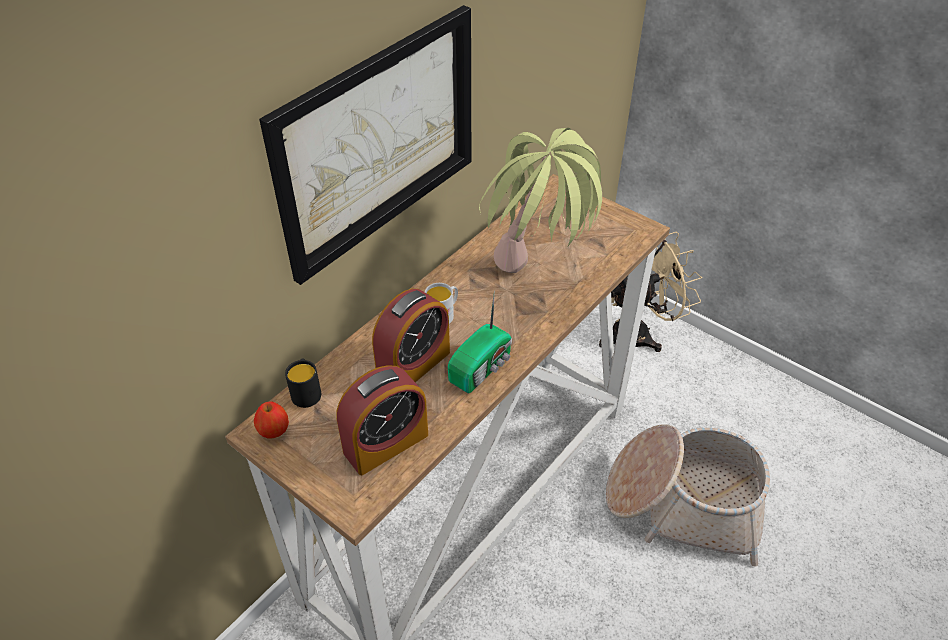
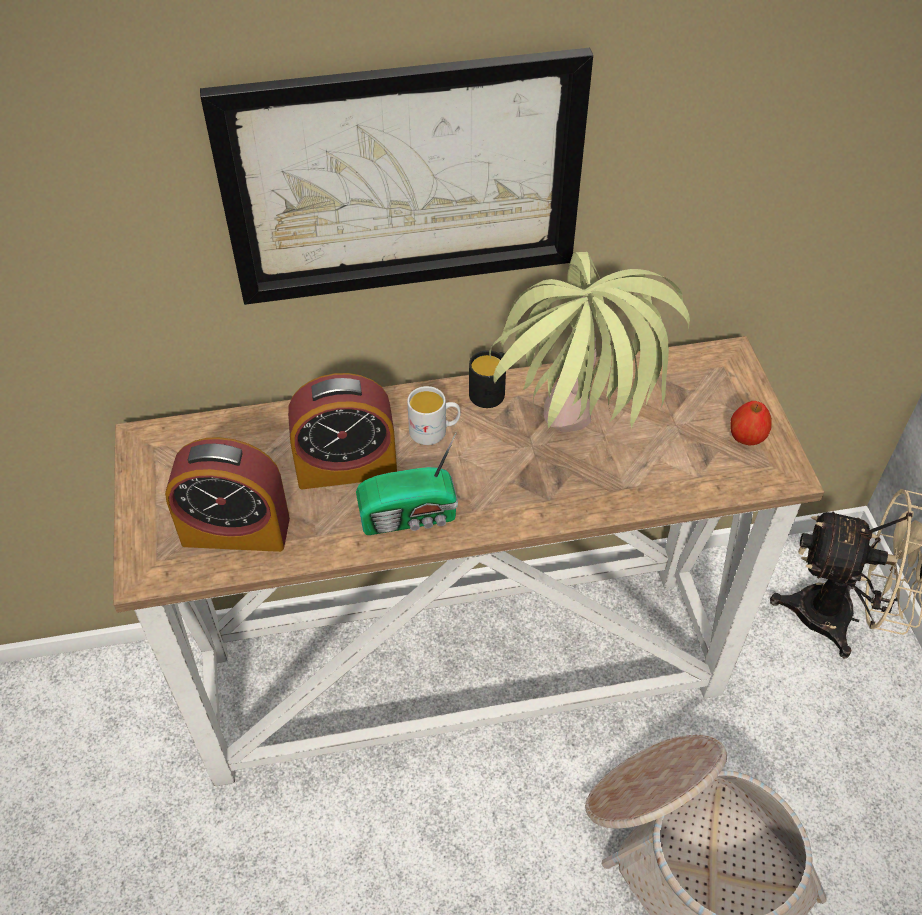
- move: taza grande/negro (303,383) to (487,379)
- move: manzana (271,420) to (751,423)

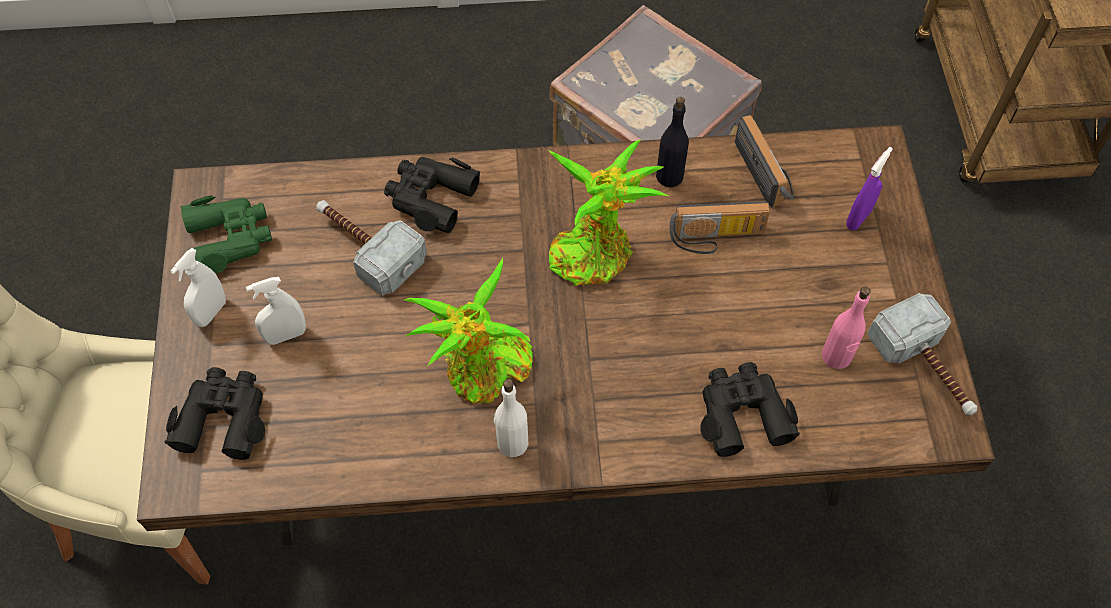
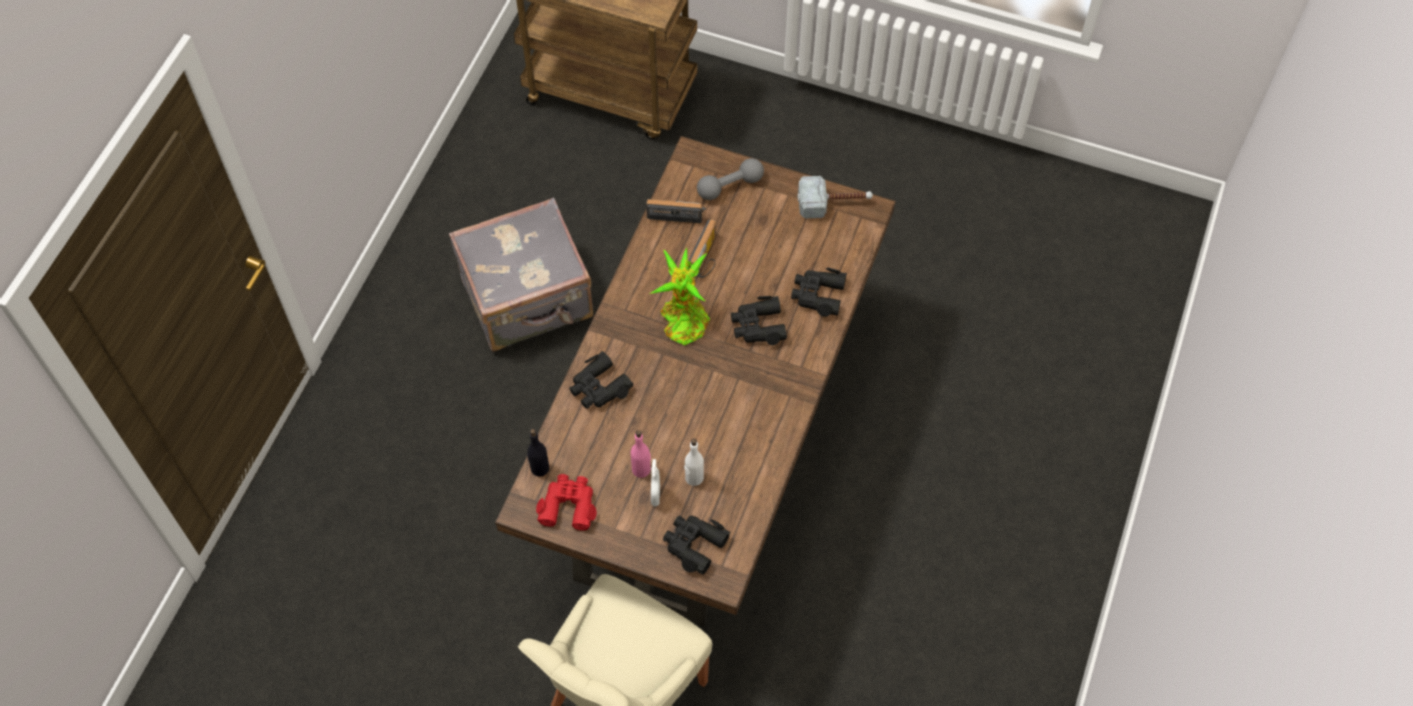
- move: botella/negro (672,142) to (538,453)
- recolor: prismáticos/verde (226,234) to prismáticos/rojo (566,502)
- move: botella/rosa (846,327) to (641,454)
- move: botella/blanco (511,418) to (694,462)
- replace: pulverizador/morado (869,188) to mancuerna/gris (730,179)
- insert: prismáticos/negro (759,320)
- delete: pulverizador/blanco (198,287)
- delete: martillo (371,247)
- delete: planta en maceta (468,331)

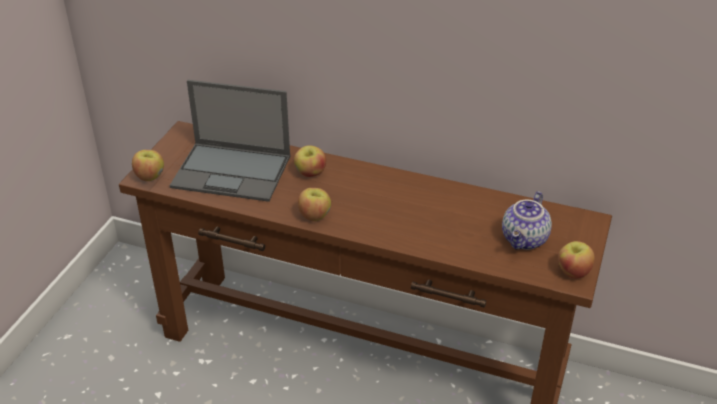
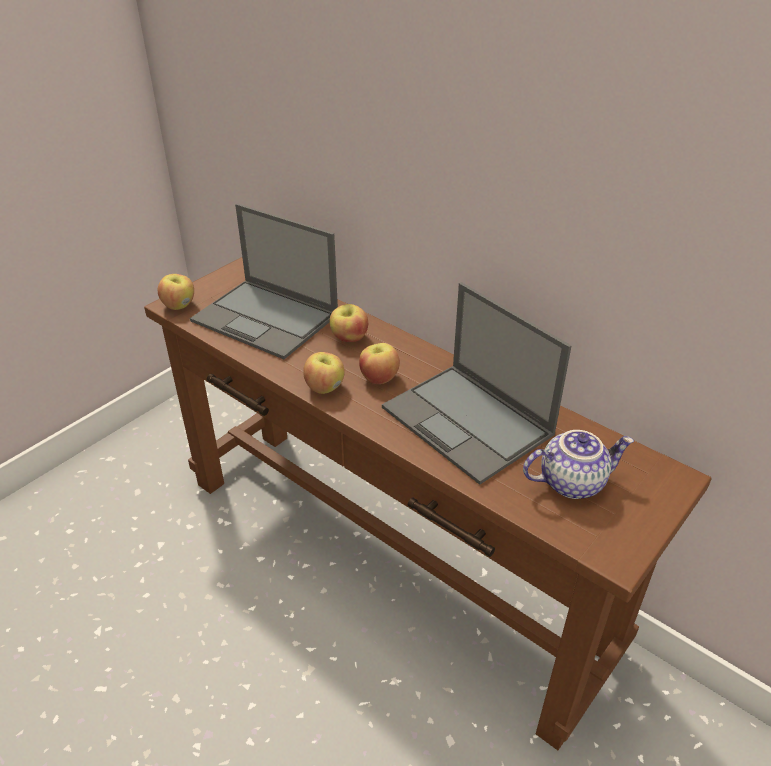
- move: manzana (576,260) to (379,363)
- insert: portátil (477,383)
- rotate: tetera (527,220) = (578,464) 150 degrees counterclockwise

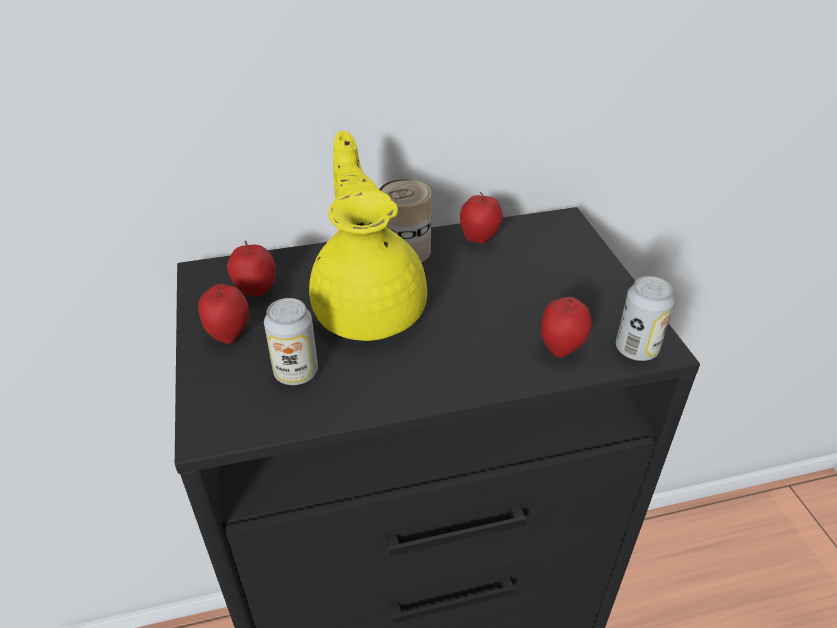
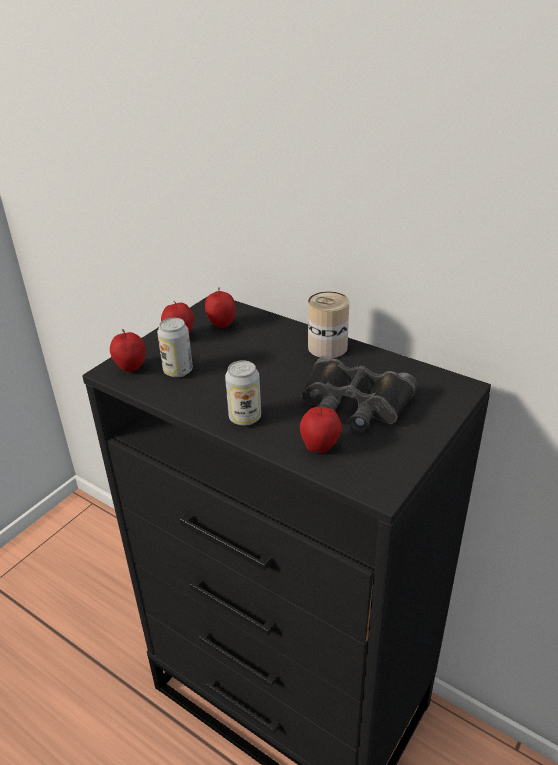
- move: manzana (481,218) to (128,350)
- move: lata (645,318) to (243,393)
- insert: prismáticos/negro (359,394)
- delete: tetera/amarillo (368,236)

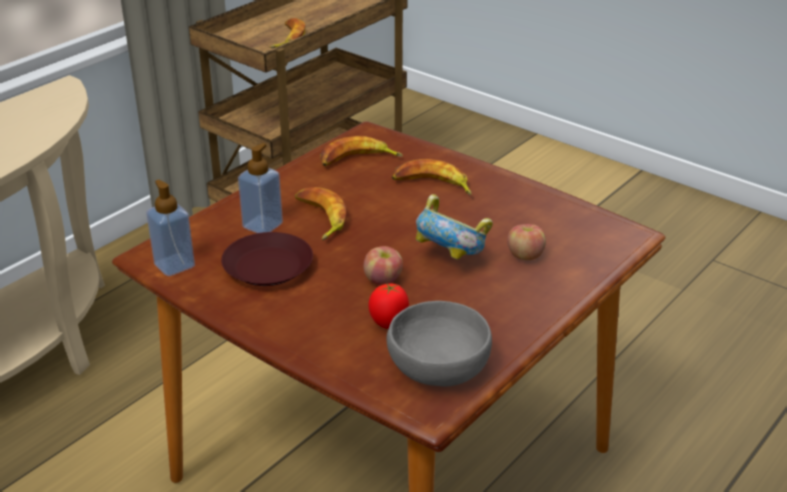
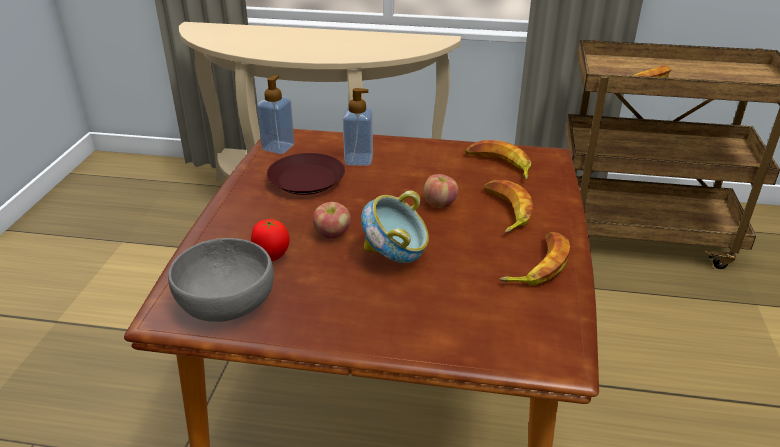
- move: manzana (526,242) to (441,191)
- move: plátano (320,213) to (534,258)

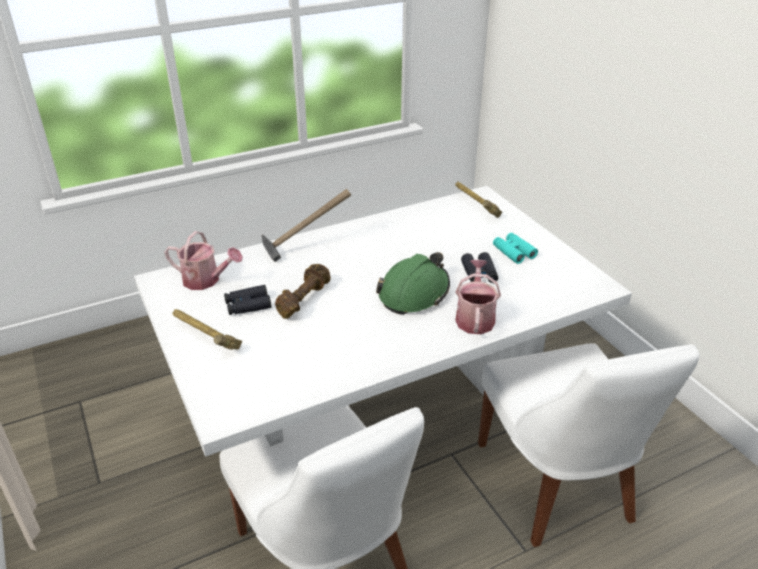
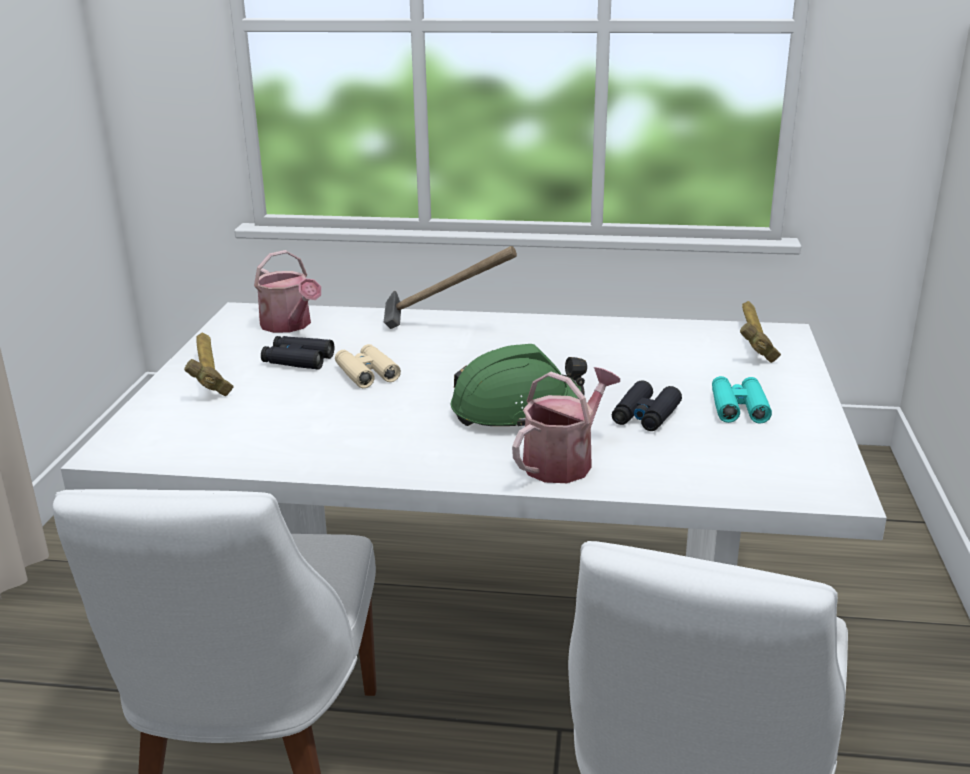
- replace: mancuerna/marrón (303,291) to prismáticos/beis (368,366)

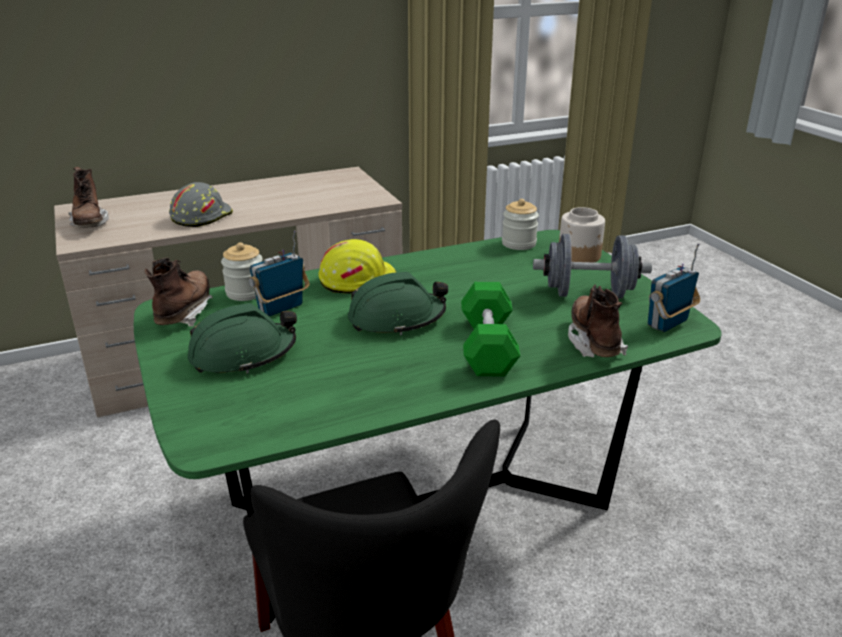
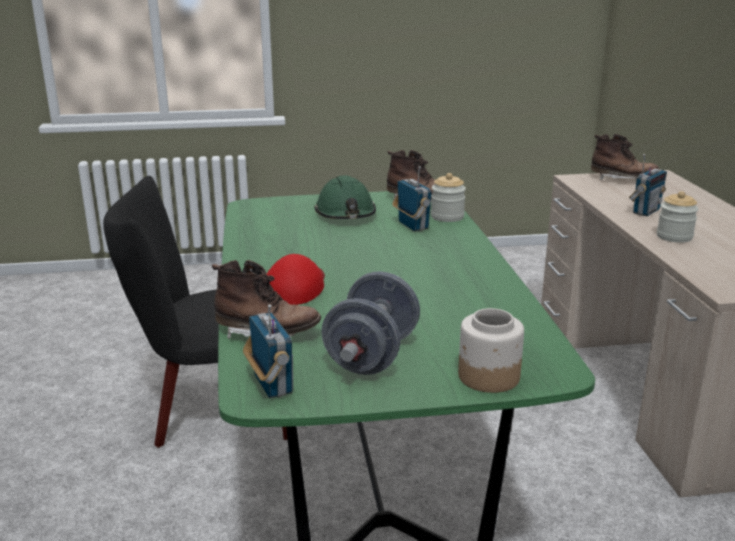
- replace: mancuerna/verde (490,329) to gorra/rojo (296,279)
- rotate: bota/marrón (89,197) = (625,157) 150 degrees counterclockwise
- replace: casco/gris (201,204) to radio (648,185)
- move: tarro (520,224) to (677,217)
- delete: casco/amarillo (357,266)
- delete: casco/verde (398,303)

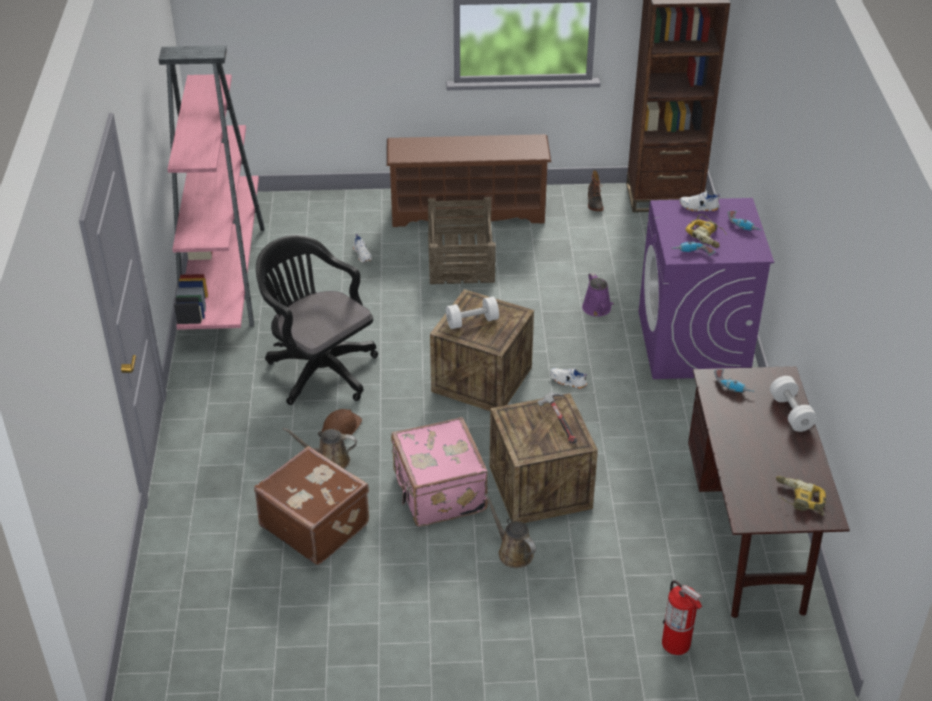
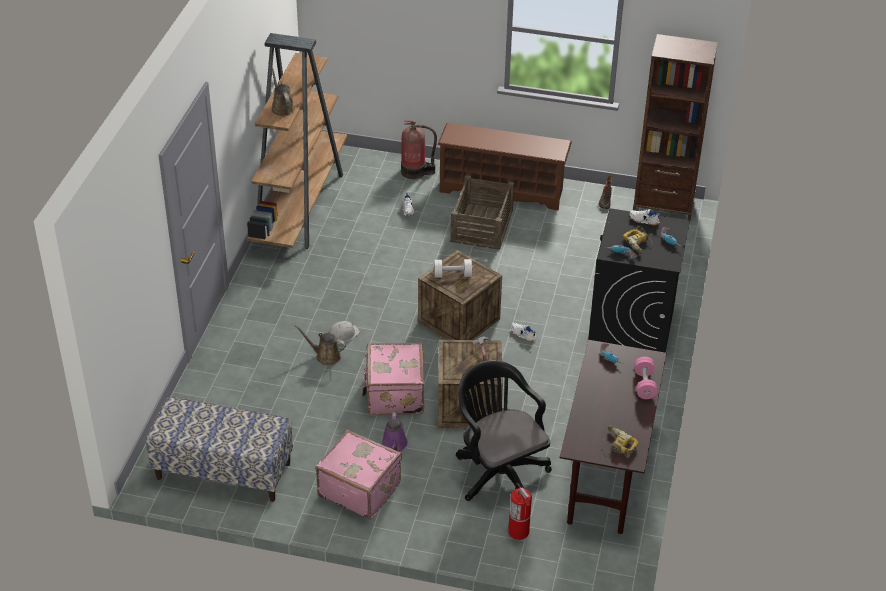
- insert: banco (219,449)
- recolor: estantería/rosa (212,187) to estantería/marrón (297,141)
- move: regadera/marrón (510,531) to (283,91)
- insert: maleta/rosa (359,474)
- recolor: casco/marrón (342,424) to casco/blanco (344,332)
- move: regadera/morado (598,294) to (395,432)
- insert: extintor (419,149)
- move: silla de oficina/negro (317,320) to (504,430)
- recolor: lavadora/morado (706,288) to lavadora/negro (639,280)
- recolor: mancuerna/blanco (793,404) to mancuerna/rosa (645,378)
- delete: maleta/marrón (311,505)

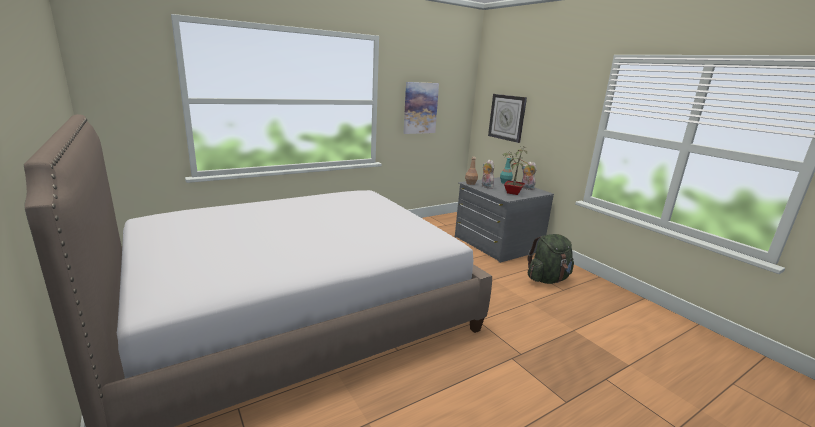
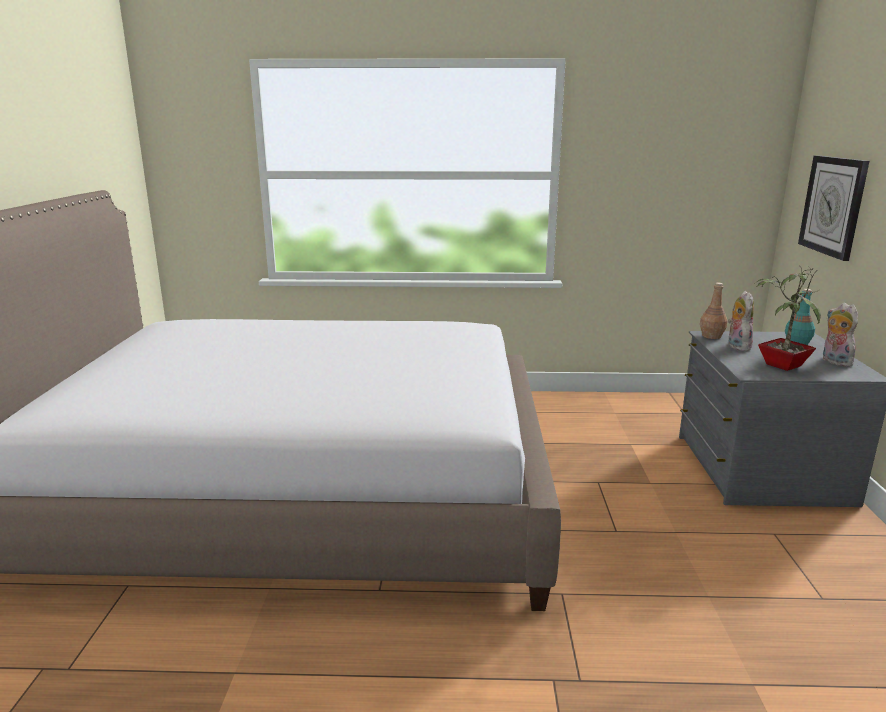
- delete: cuadro (421,108)
- delete: mochila/verde (550,259)

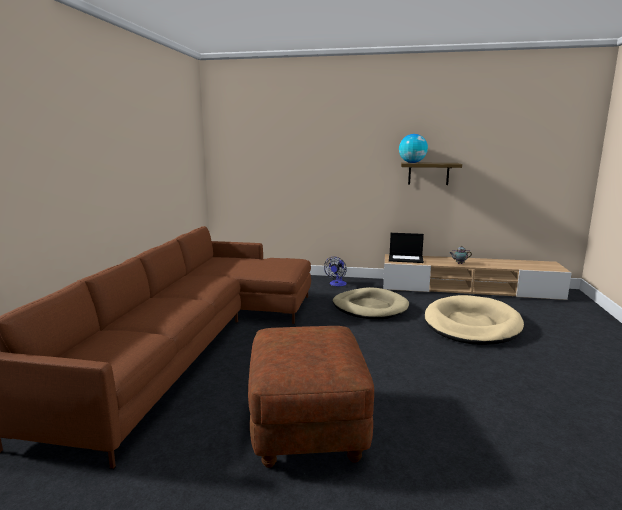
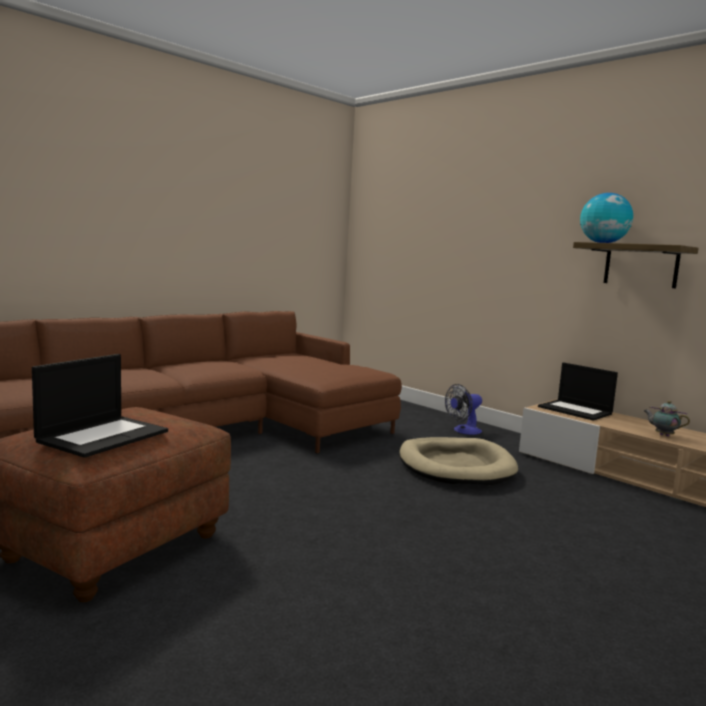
- insert: portátil (100,406)
- delete: cama para perro/beis (474,320)

